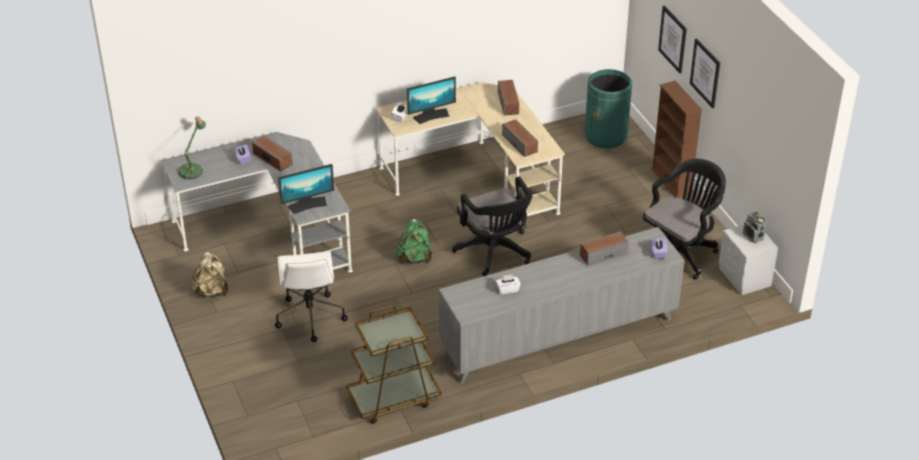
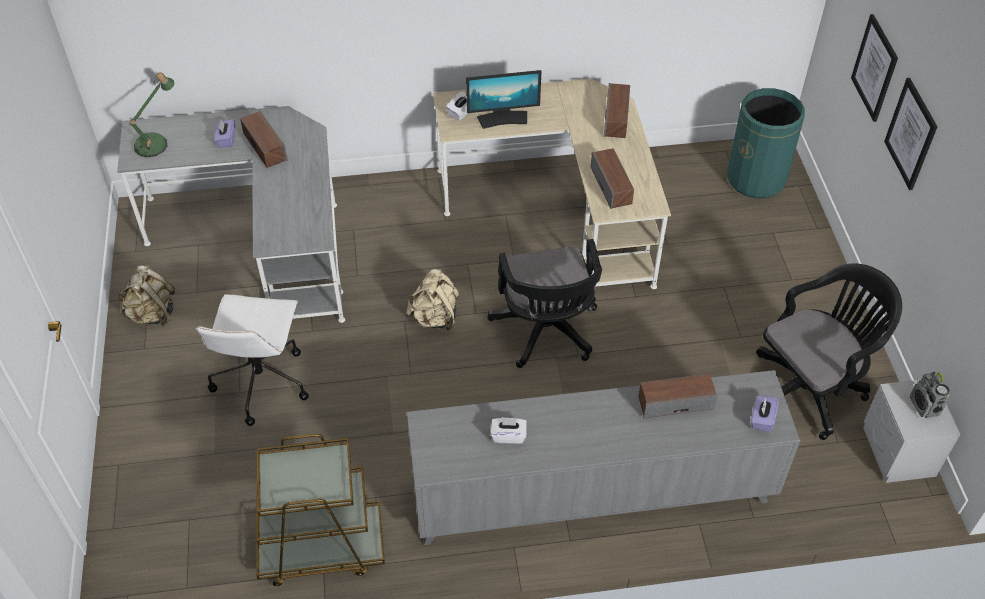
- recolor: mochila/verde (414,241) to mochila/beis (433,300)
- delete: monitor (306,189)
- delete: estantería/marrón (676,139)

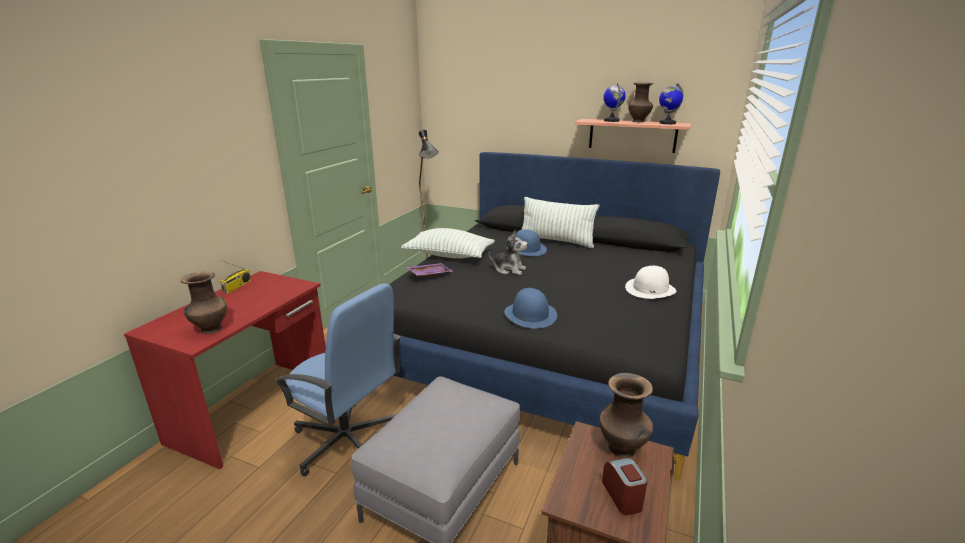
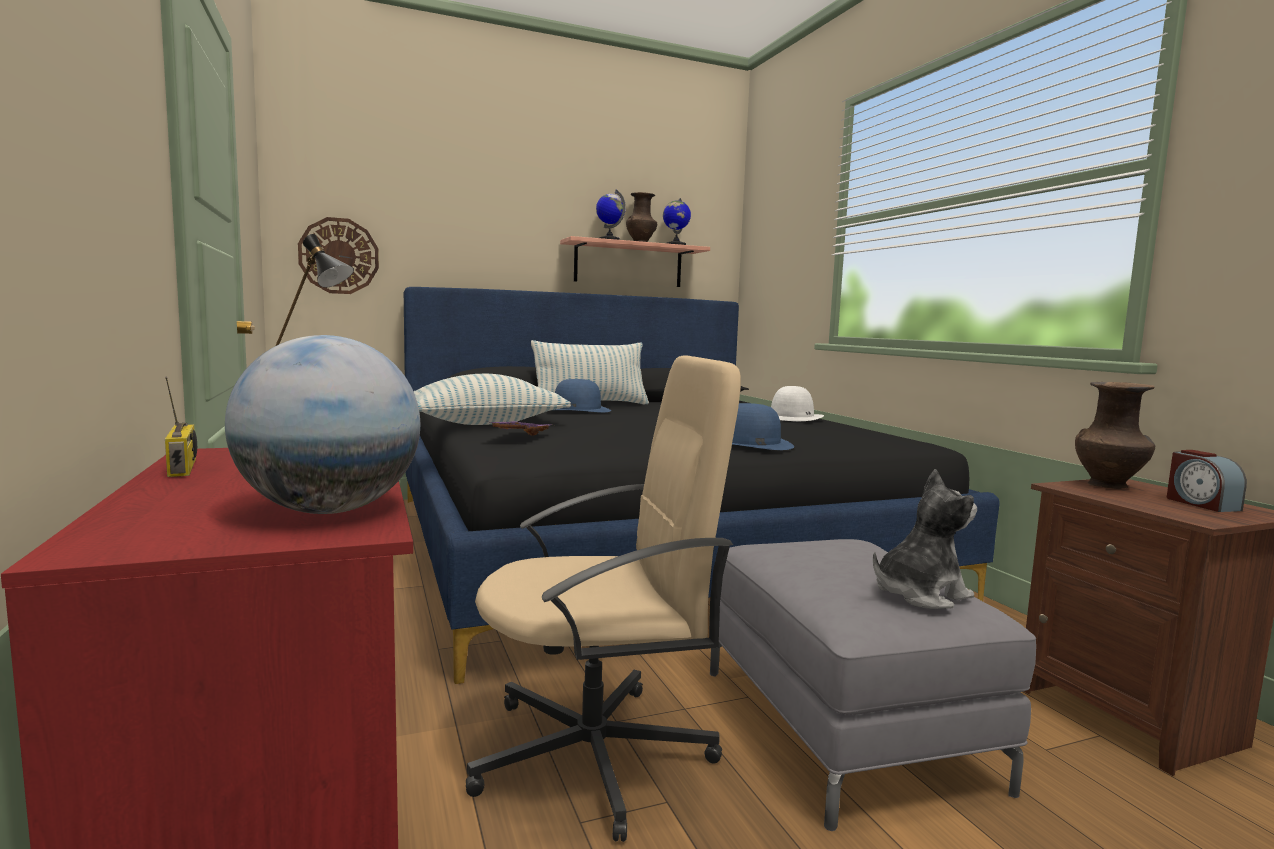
- replace: florero/marrón (203,302) to globo terráqueo (322,424)
- insert: reloj de pared (338,255)
- recolor: silla de oficina/azul (337,379) to silla de oficina/beis (603,599)
- move: peluche (508,252) to (925,539)
- rotate: despertador (625,486) = (1207,481) 135 degrees counterclockwise

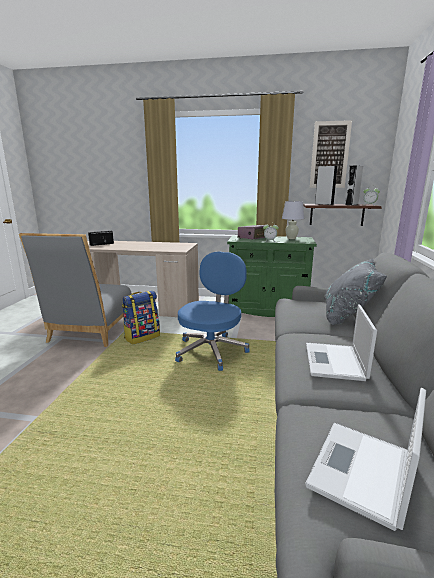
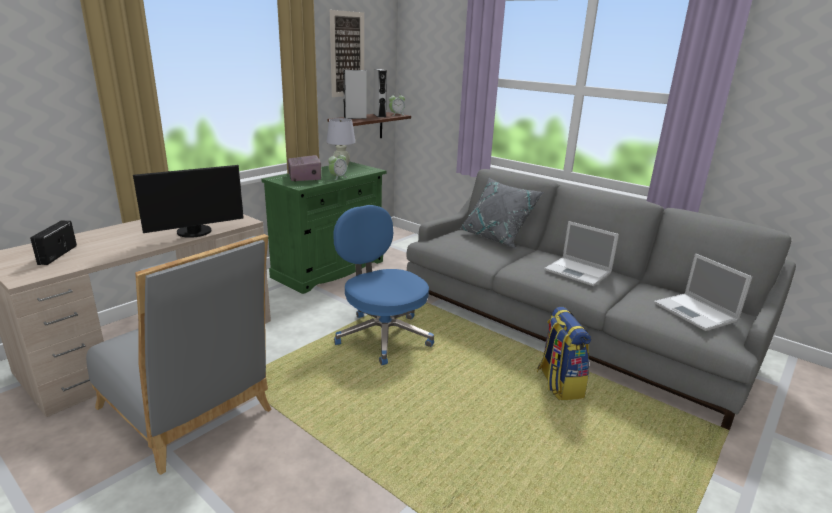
- insert: monitor (188,201)
- move: mochila (141,317) to (564,353)

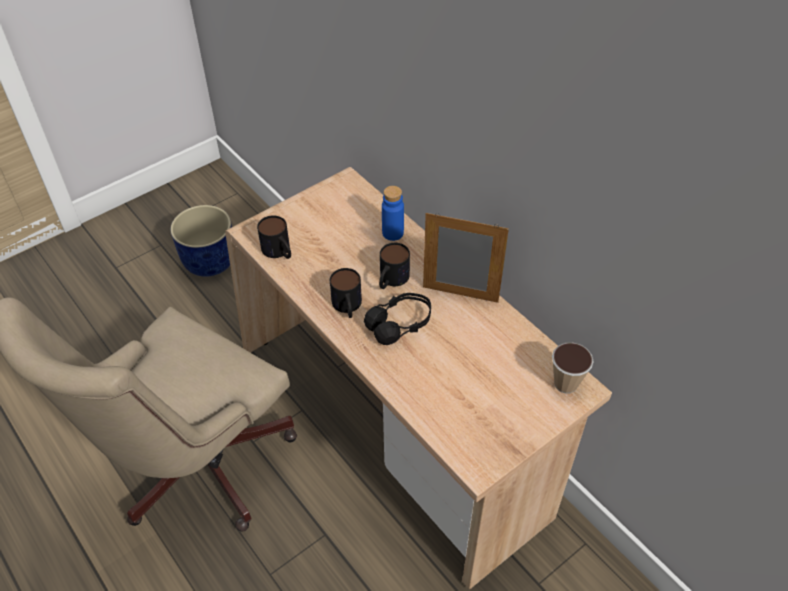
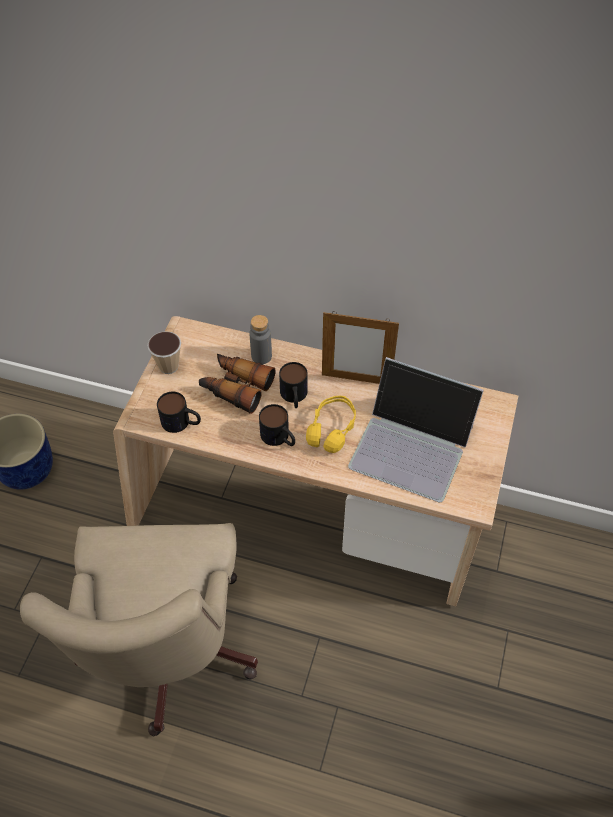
- move: taza (573,368) to (164,352)
- insert: prismáticos (237,384)
- recolor: botella/azul (393,213) to botella/gris (260,339)
- recolor: auriculares/negro (397,319) to auriculares/amarillo (331,424)
- rotate: portarretratos (466,258) = (360,347) 150 degrees counterclockwise
- insert: portátil (416,429)

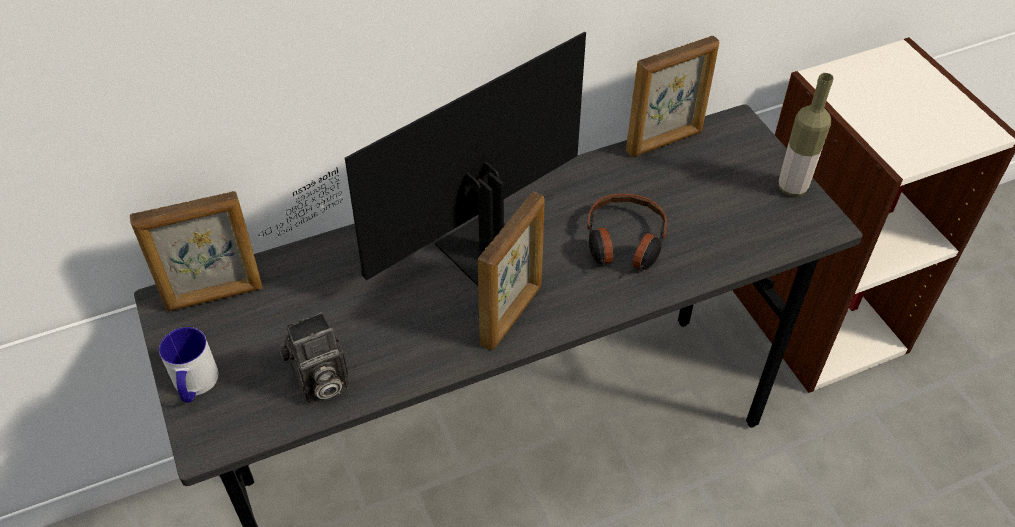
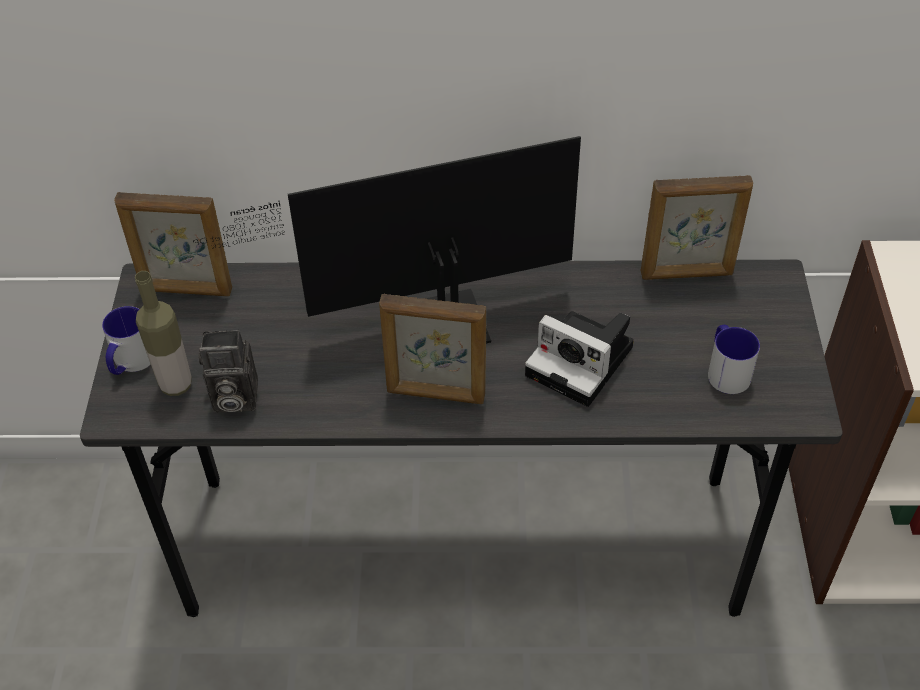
- move: botella (806,135) to (163,333)
- rotate: portarretratos (511,271) = (432,349) 45 degrees clockwise
- replace: auriculares (627,233) to cámara (579,359)
- insert: taza grande (734,359)

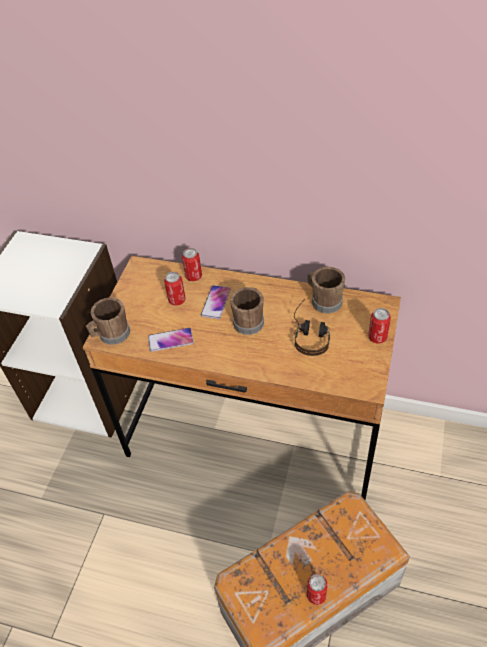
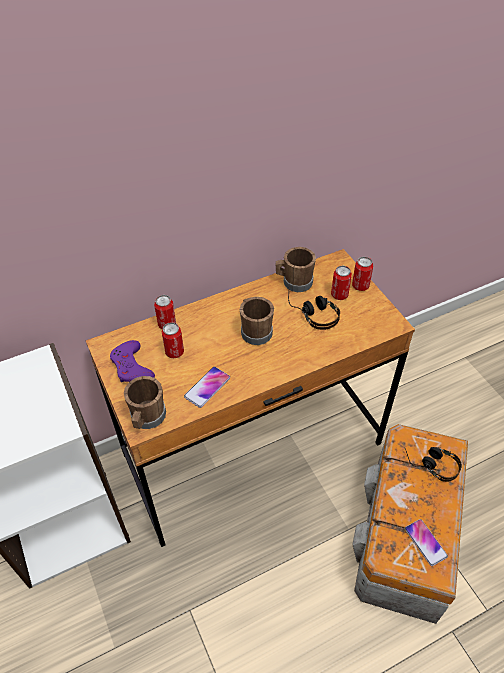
- insert: mando de consola/morado (132,361)
- move: lata (317,589) to (341,282)
- insert: auriculares (433,464)
- move: móvil (216,302) to (426,542)

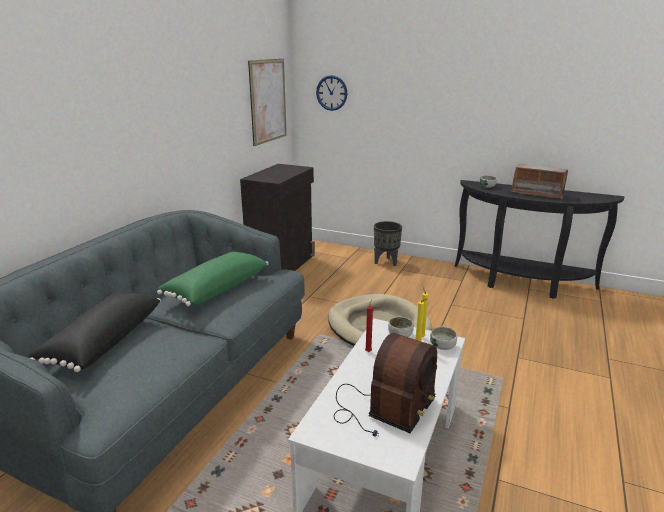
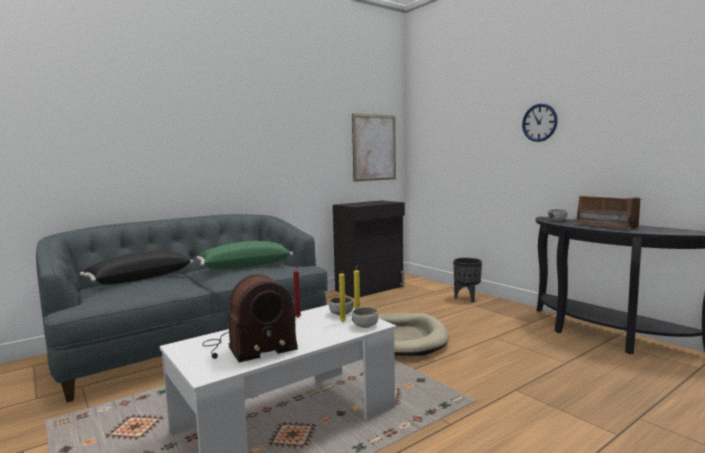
- move: reloj de pared (331,93) to (540,123)

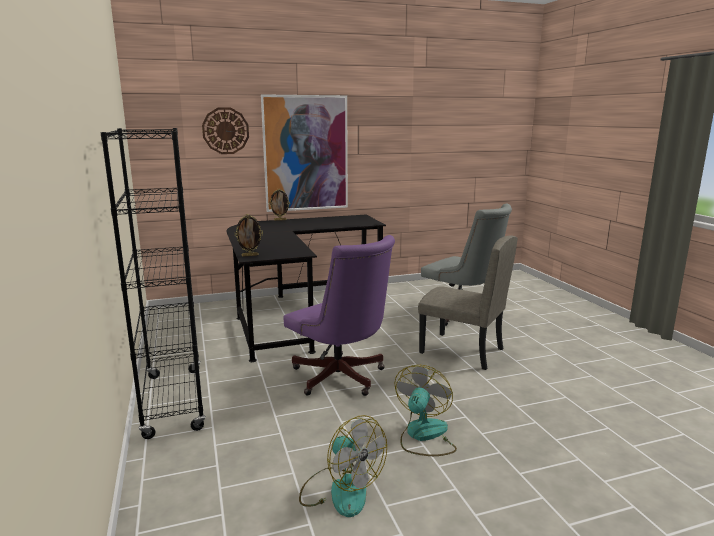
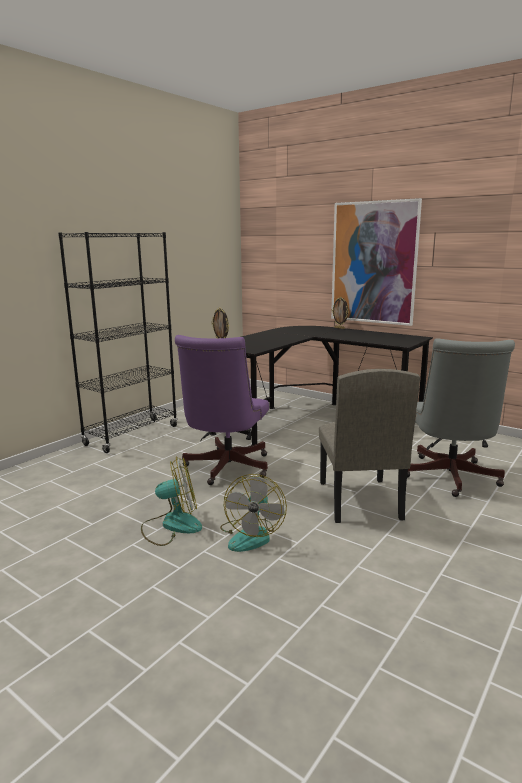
- move: ventilador (343,466) to (253,513)
- delete: reloj de pared (225,130)

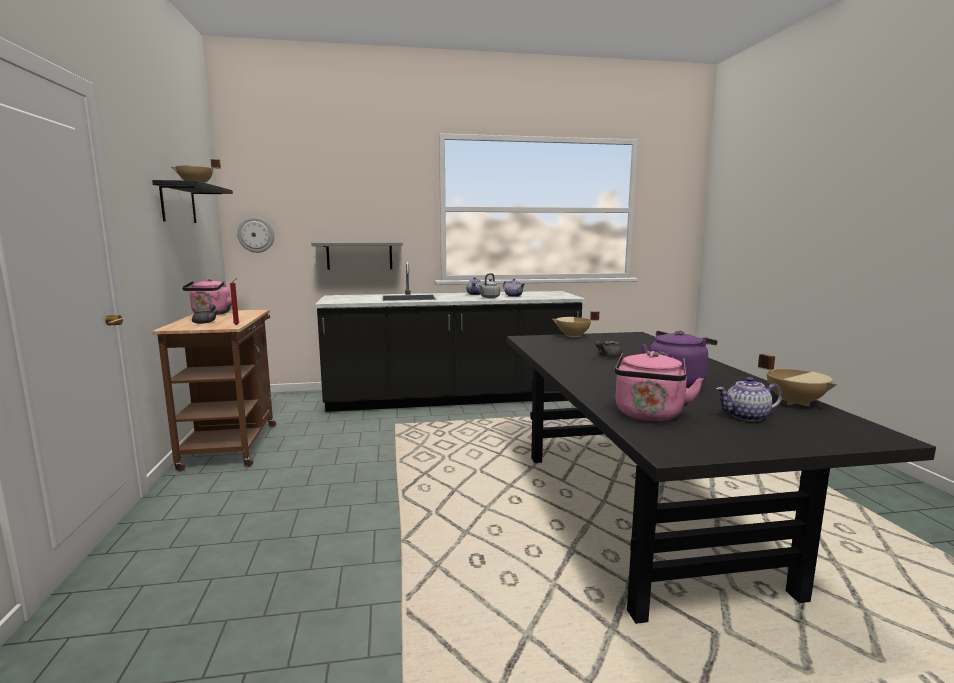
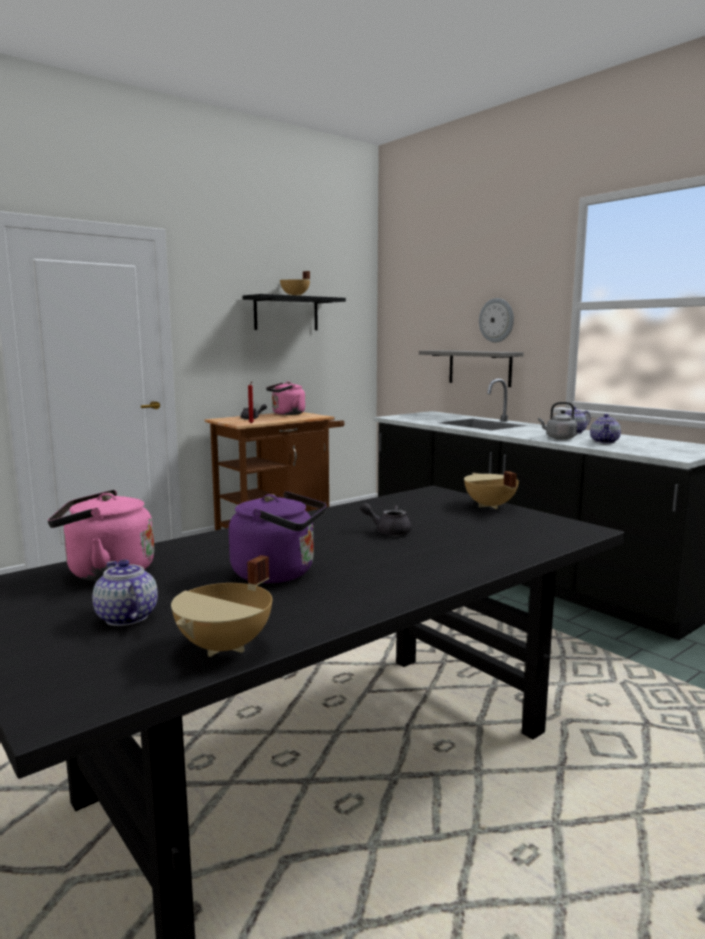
- move: reloj de pared (255,235) to (496,320)

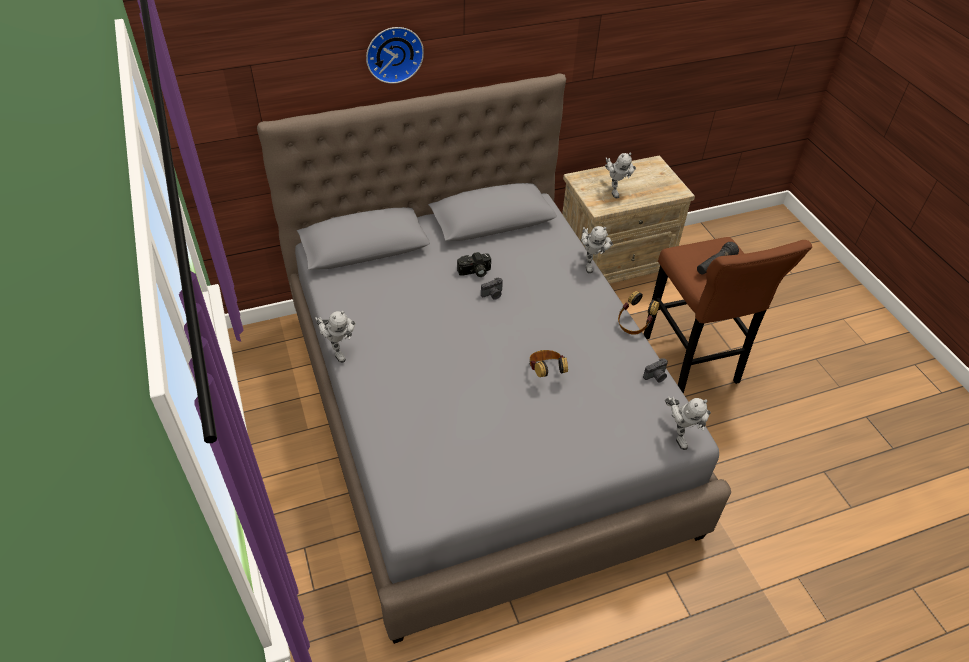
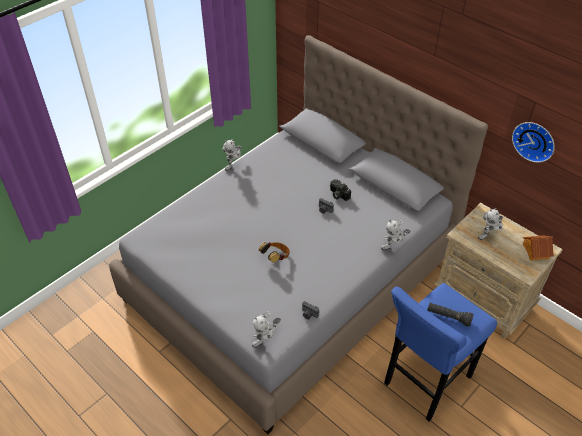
- recolor: taburete/marrón (727,315) to taburete/azul (440,352)
- move: reloj de pared (395,55) to (533,142)
- insert: casita (538,248)
- delete: auriculares (638,313)

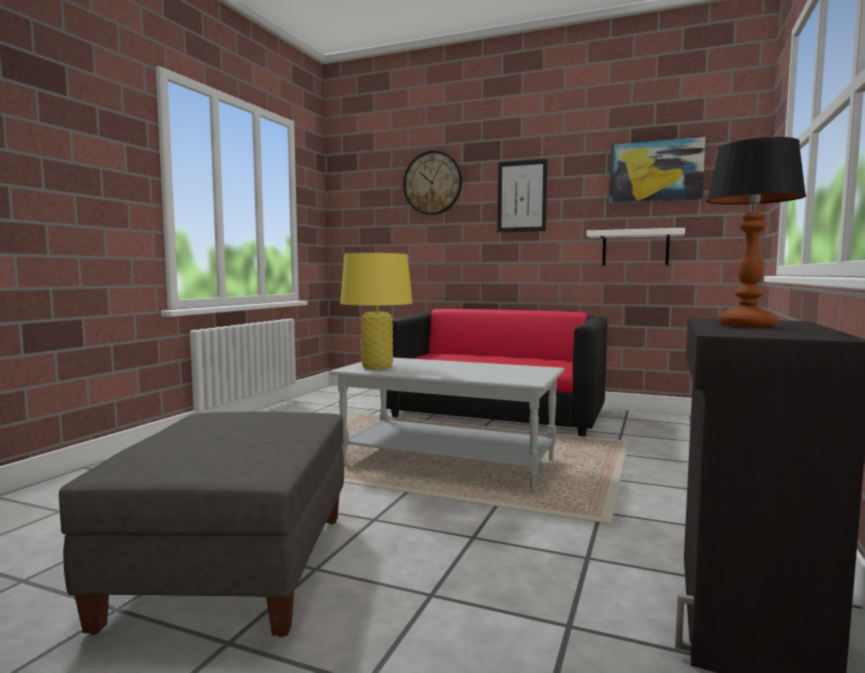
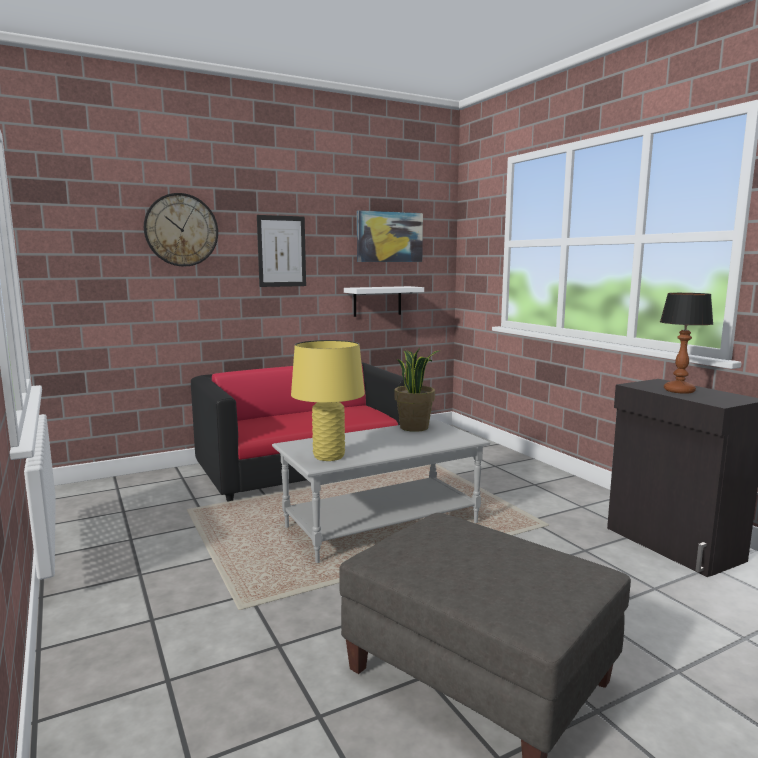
- insert: planta en maceta (416,390)

